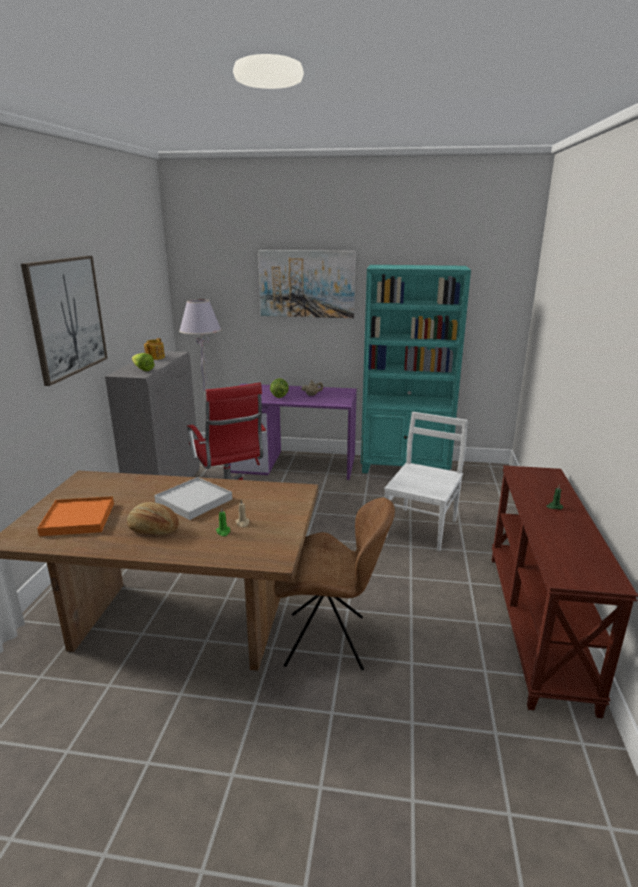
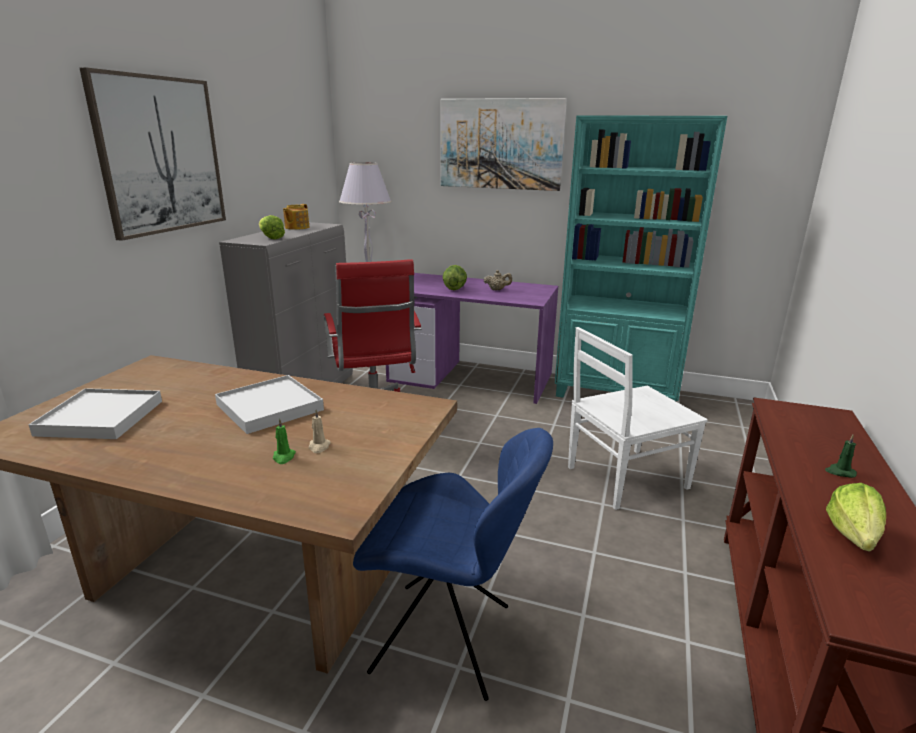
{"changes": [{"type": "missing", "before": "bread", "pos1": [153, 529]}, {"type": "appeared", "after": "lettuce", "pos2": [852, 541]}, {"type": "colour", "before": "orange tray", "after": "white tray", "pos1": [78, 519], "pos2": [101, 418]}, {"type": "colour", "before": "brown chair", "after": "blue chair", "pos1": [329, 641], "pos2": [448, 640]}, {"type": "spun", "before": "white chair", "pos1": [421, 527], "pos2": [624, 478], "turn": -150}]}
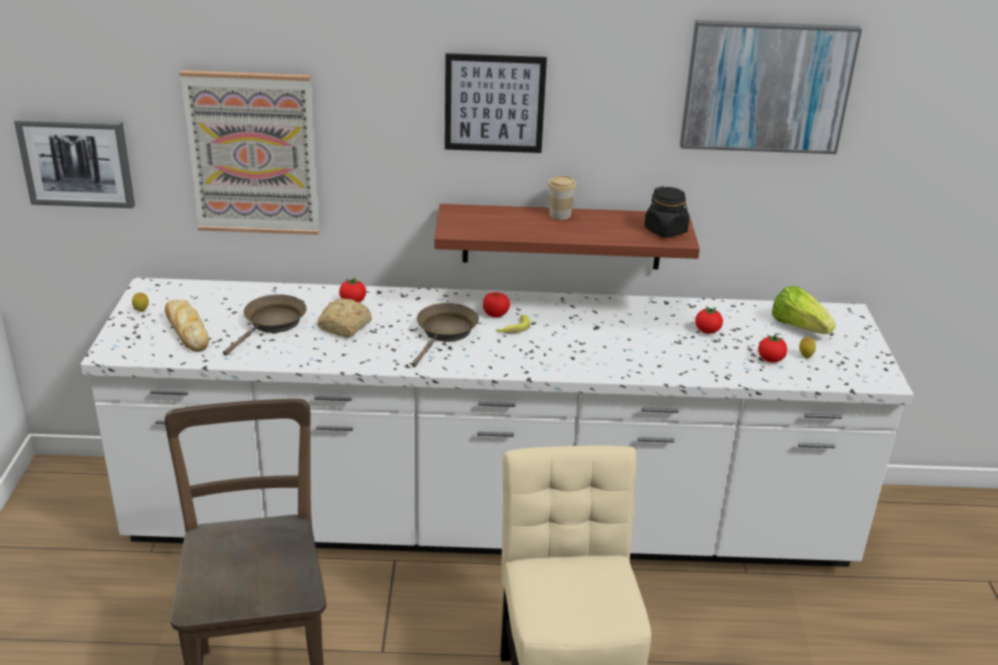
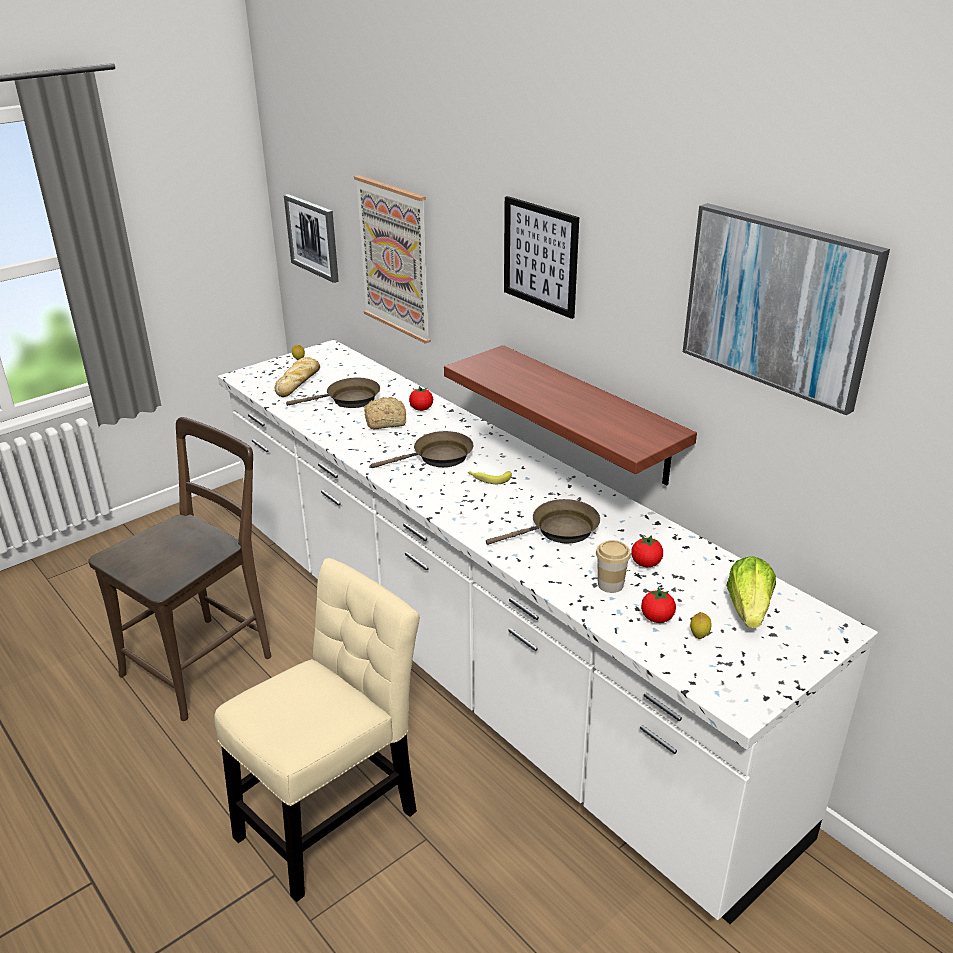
{"changes": [{"type": "missing", "before": "tomato", "pos1": [495, 314]}, {"type": "missing", "before": "black jar", "pos1": [665, 231]}, {"type": "appeared", "after": "brown frying pan", "pos2": [559, 531]}, {"type": "relocated", "before": "cup", "pos1": [560, 215], "pos2": [610, 585]}]}
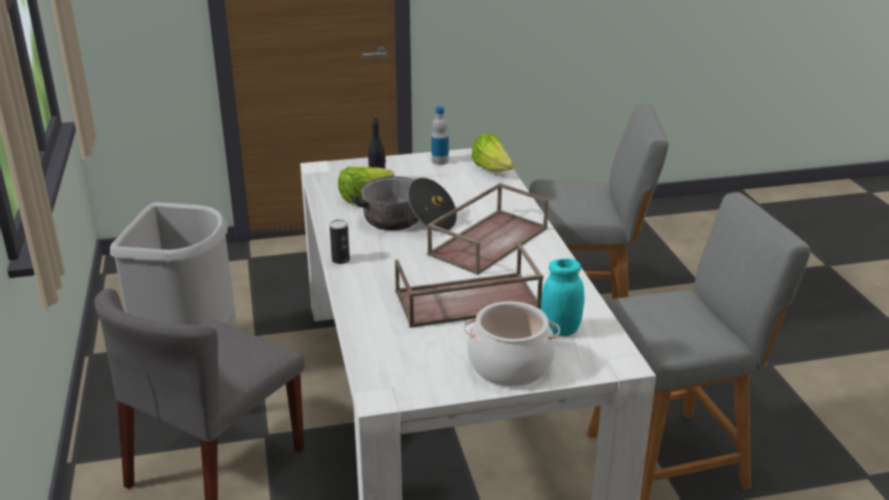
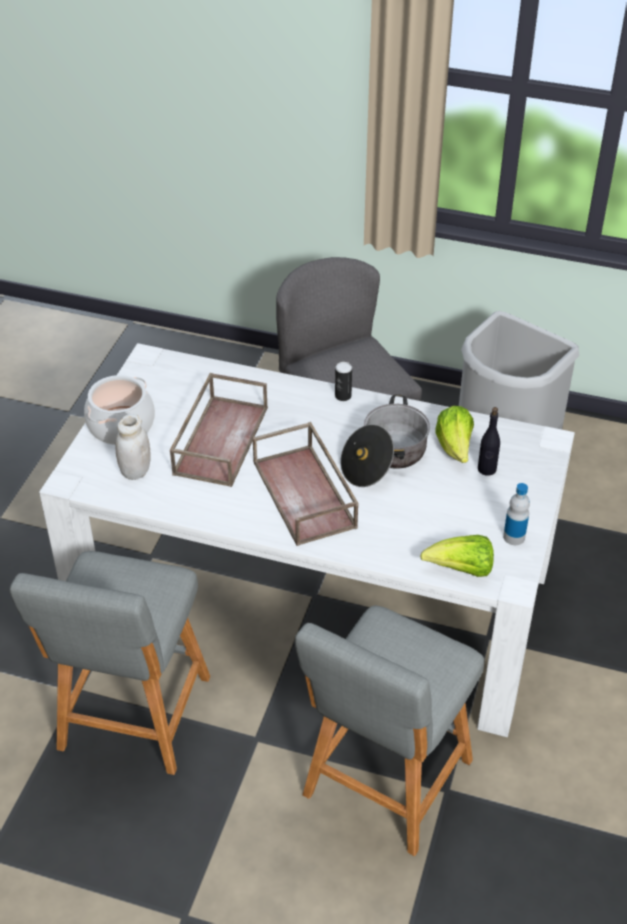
{"changes": [{"type": "colour", "before": "turquoise jar", "after": "white jar", "pos1": [560, 330], "pos2": [135, 471]}]}
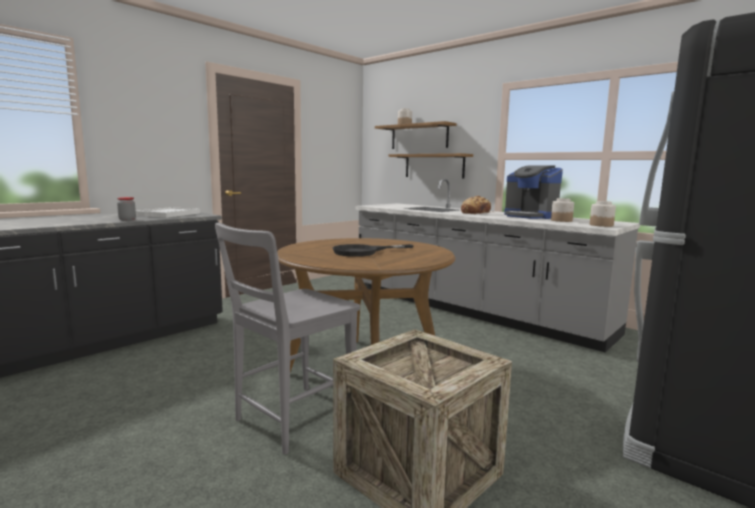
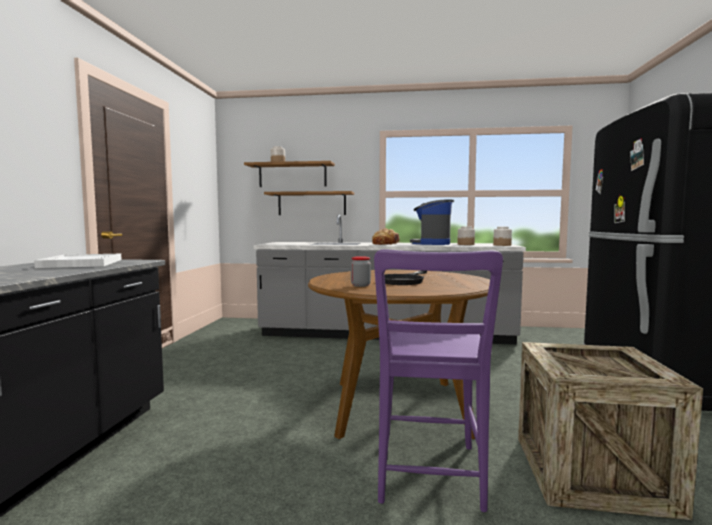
{"changes": [{"type": "relocated", "before": "jar", "pos1": [127, 220], "pos2": [360, 285]}, {"type": "colour", "before": "grey chair", "after": "purple chair", "pos1": [291, 420], "pos2": [428, 477]}, {"type": "spun", "before": "coffee machine", "pos1": [530, 216], "pos2": [431, 243], "turn": 90}]}
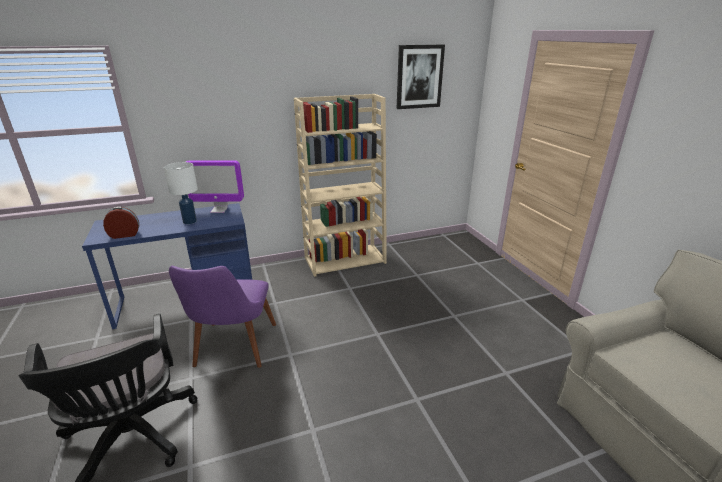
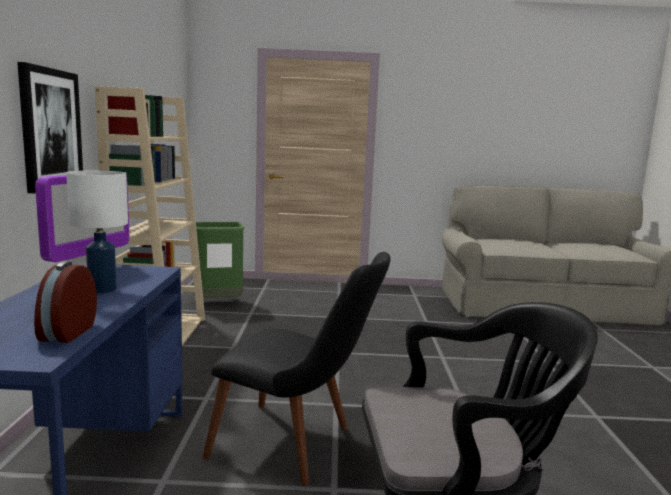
{"changes": [{"type": "appeared", "after": "green trash can", "pos2": [217, 304]}, {"type": "relocated", "before": "picture", "pos1": [419, 77], "pos2": [50, 129]}, {"type": "colour", "before": "purple chair", "after": "black chair", "pos1": [233, 352], "pos2": [297, 445]}]}
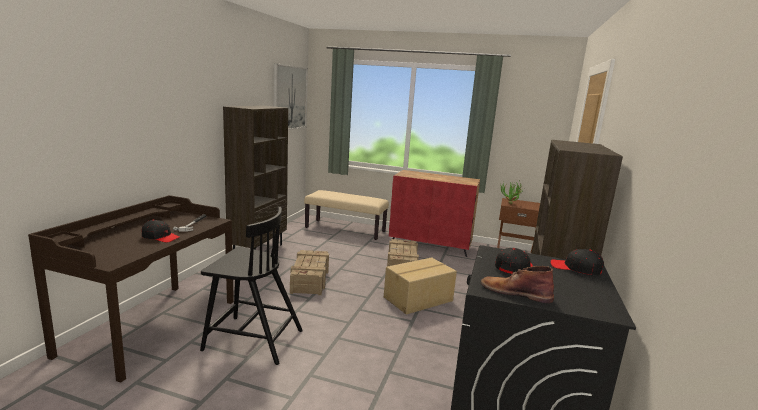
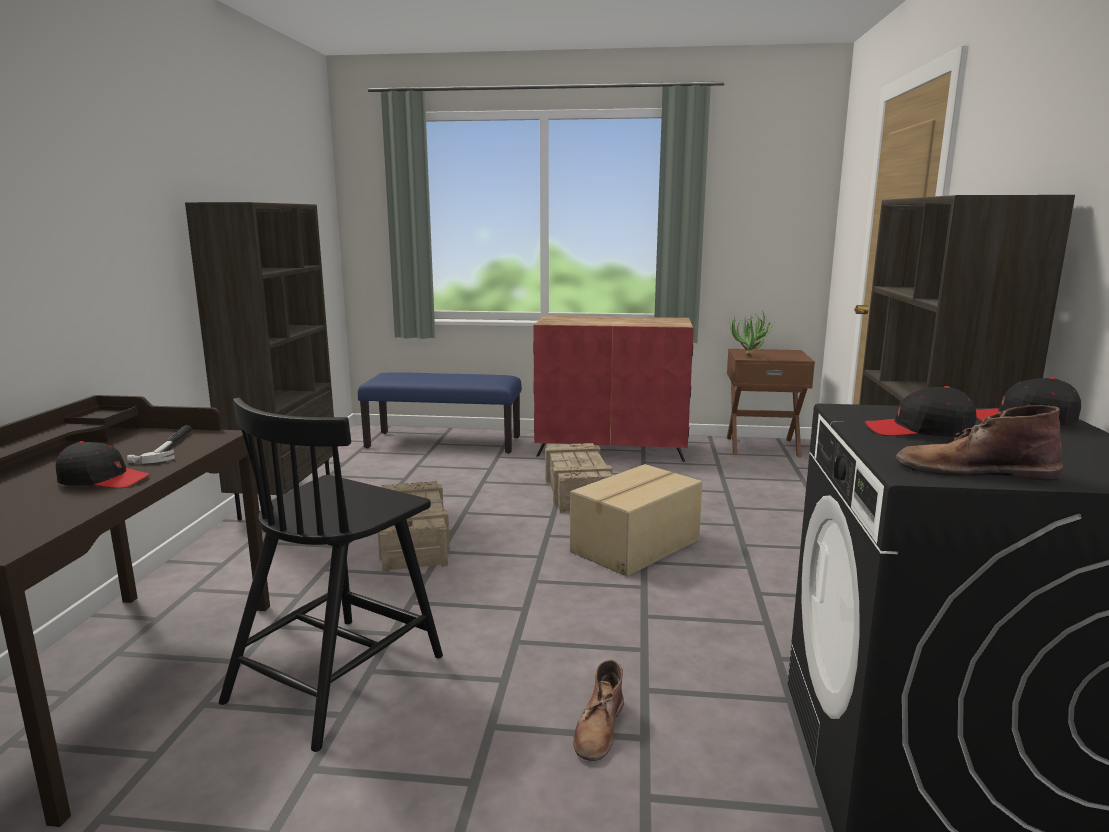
{"changes": [{"type": "missing", "before": "picture", "pos1": [290, 98]}, {"type": "appeared", "after": "brown boot", "pos2": [599, 728]}, {"type": "colour", "before": "beige bench", "after": "blue bench", "pos1": [345, 229], "pos2": [444, 442]}, {"type": "spun", "before": "black chair", "pos1": [252, 339], "pos2": [339, 676], "turn": 120}, {"type": "spun", "before": "black cap", "pos1": [514, 267], "pos2": [919, 431], "turn": -105}]}
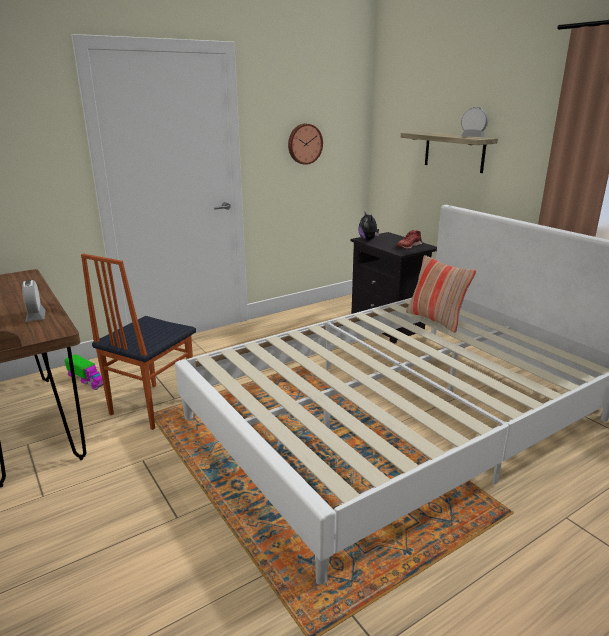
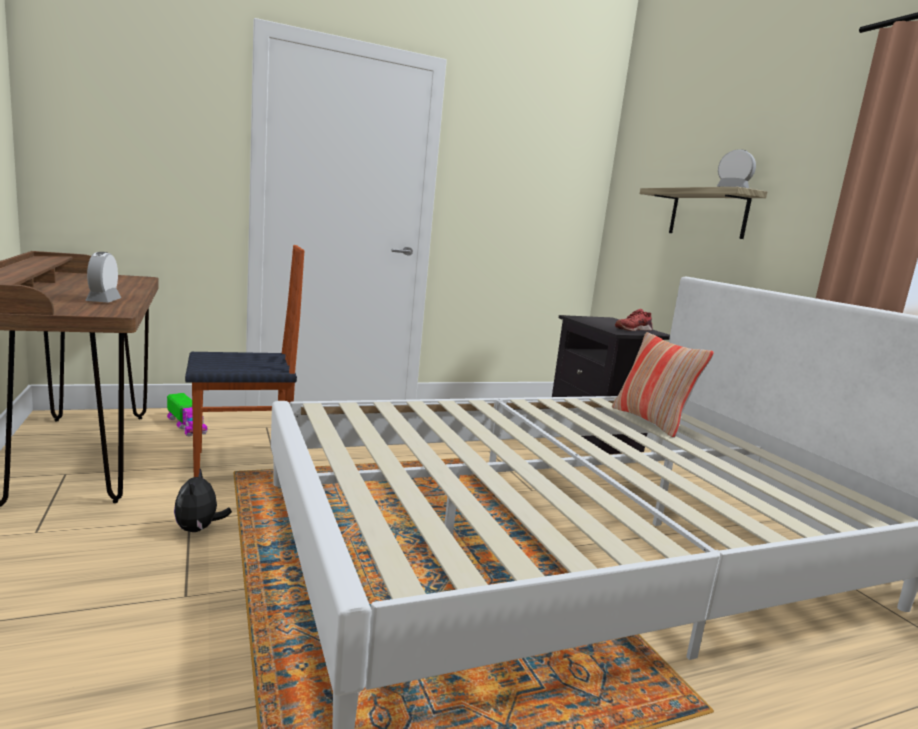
{"changes": [{"type": "missing", "before": "wall clock", "pos1": [304, 144]}, {"type": "relocated", "before": "plush toy", "pos1": [368, 240], "pos2": [199, 529]}, {"type": "spun", "before": "chair", "pos1": [151, 406], "pos2": [242, 464], "turn": -150}]}
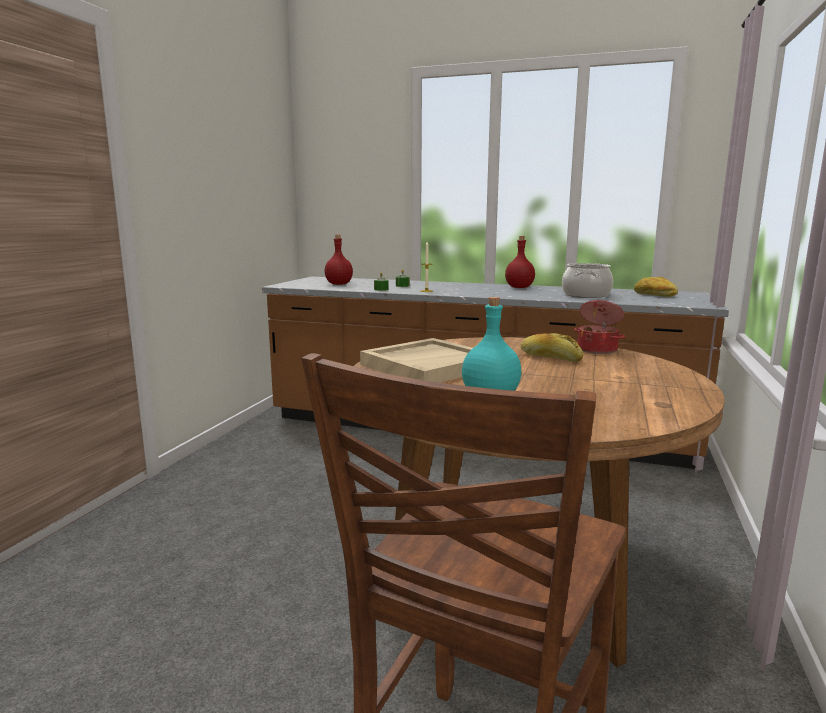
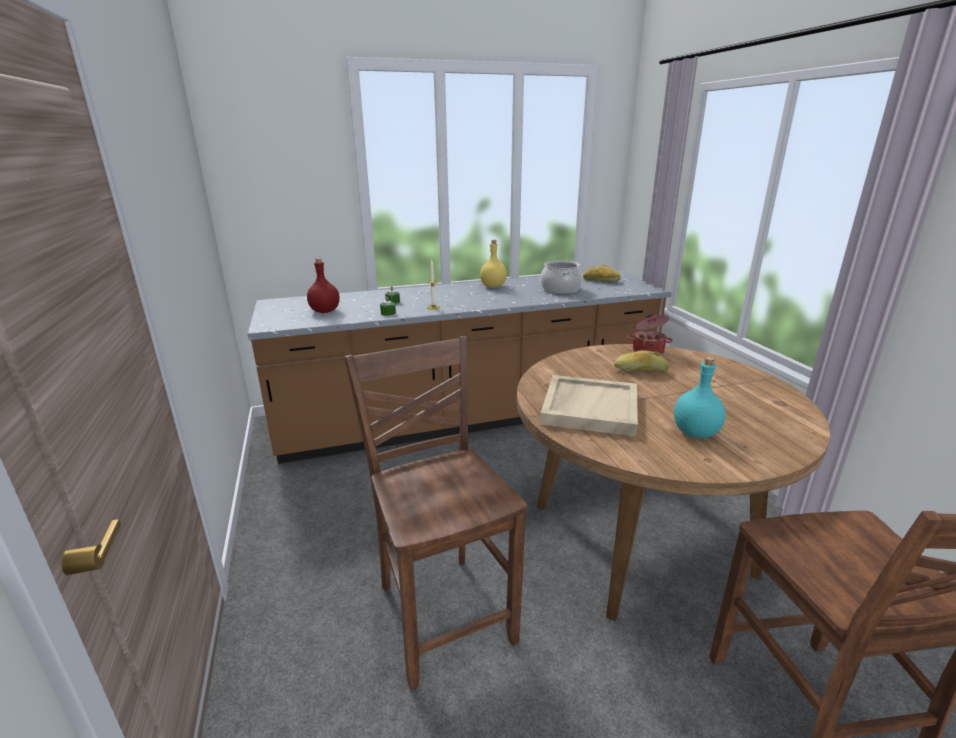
{"changes": [{"type": "appeared", "after": "brown chair", "pos2": [443, 612]}, {"type": "colour", "before": "red bottle", "after": "yellow bottle", "pos1": [519, 287], "pos2": [493, 286]}]}
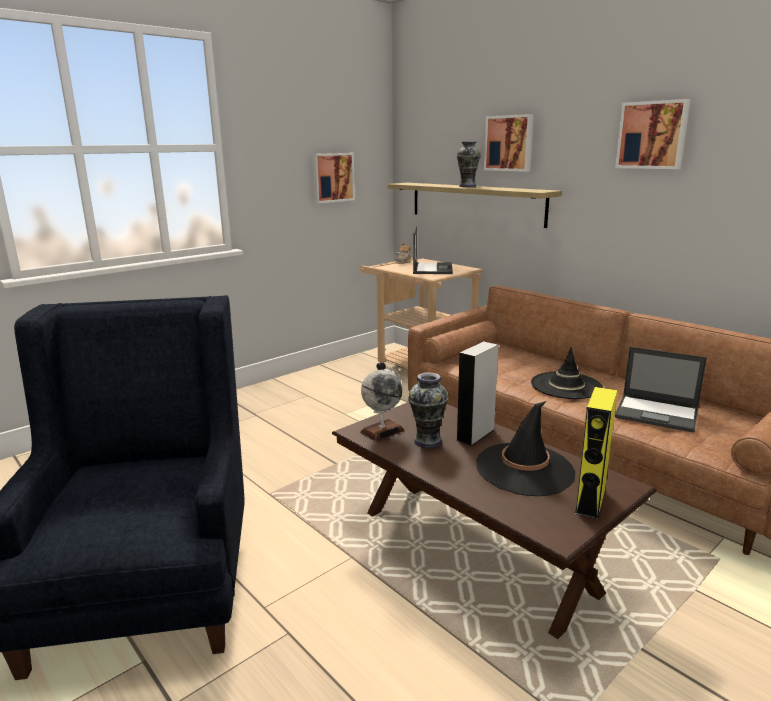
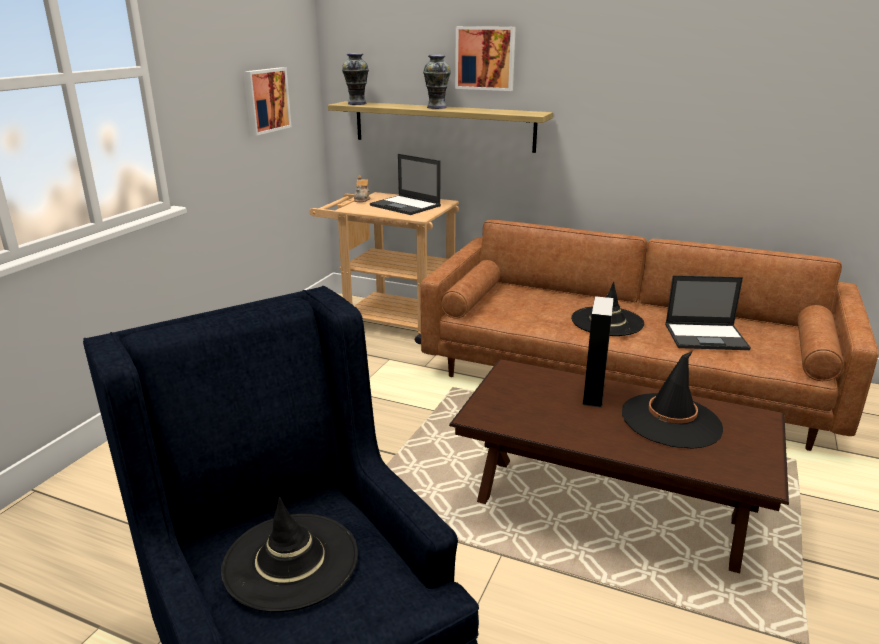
{"changes": [{"type": "missing", "before": "globe", "pos1": [382, 431]}, {"type": "missing", "before": "yellow speaker", "pos1": [590, 502]}, {"type": "missing", "before": "picture", "pos1": [652, 135]}, {"type": "appeared", "after": "black hat", "pos2": [291, 561]}, {"type": "relocated", "before": "vase", "pos1": [428, 441], "pos2": [357, 103]}, {"type": "spun", "before": "laptop", "pos1": [432, 269], "pos2": [406, 206], "turn": 150}]}
